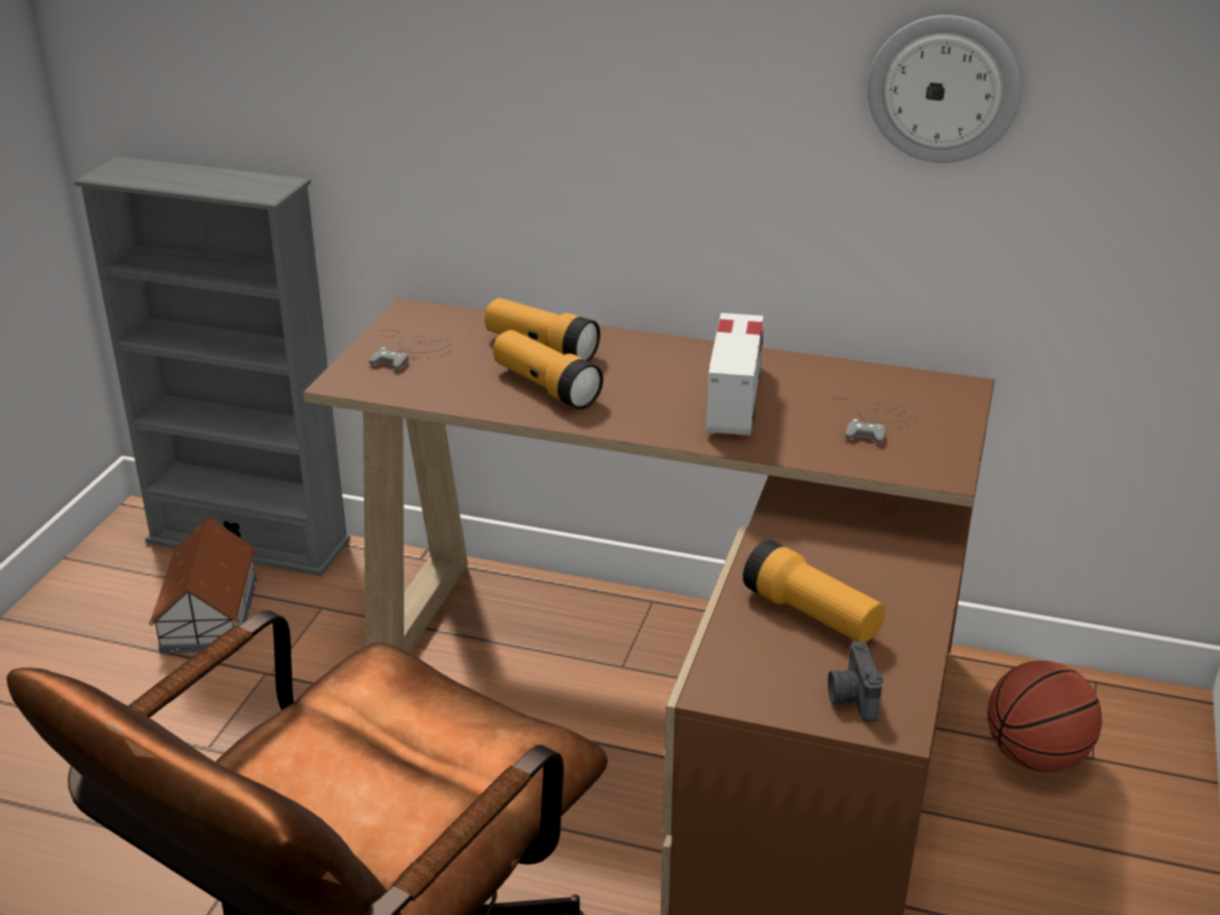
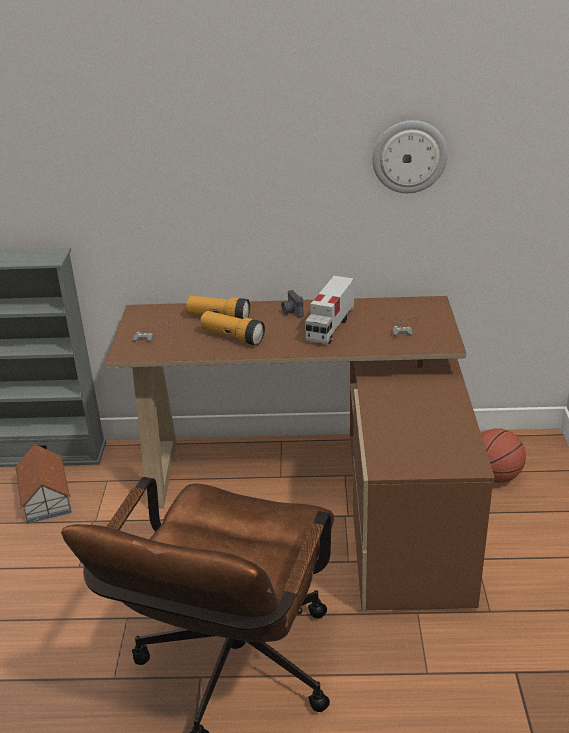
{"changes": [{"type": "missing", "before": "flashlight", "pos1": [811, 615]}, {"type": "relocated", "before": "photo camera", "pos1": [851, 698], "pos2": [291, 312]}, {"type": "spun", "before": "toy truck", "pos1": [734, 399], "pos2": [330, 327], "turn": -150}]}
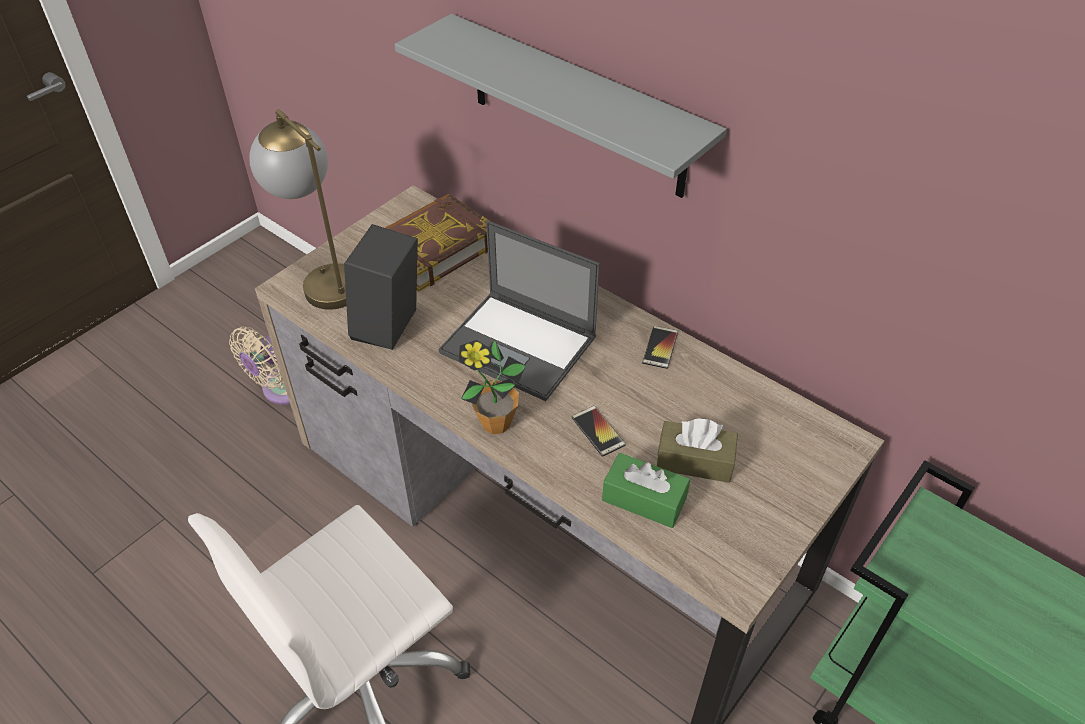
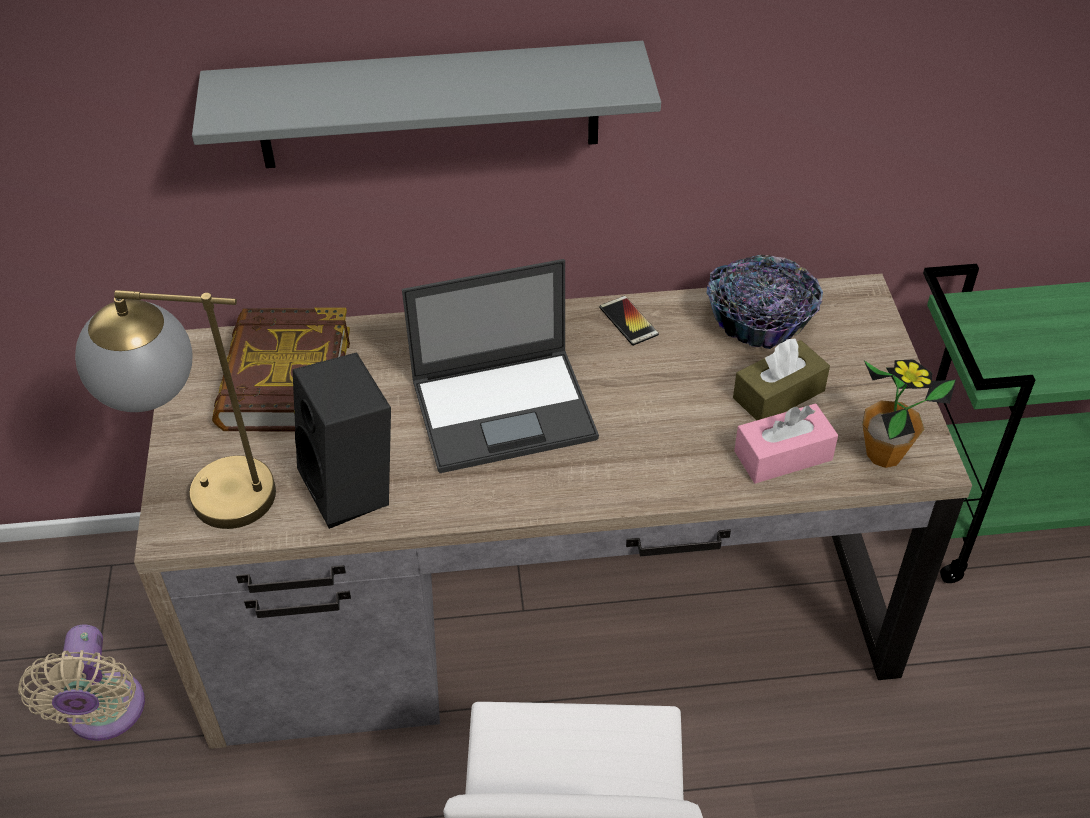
{"changes": [{"type": "missing", "before": "phone", "pos1": [598, 431]}, {"type": "appeared", "after": "bowl", "pos2": [761, 320]}, {"type": "relocated", "before": "potted plant", "pos1": [496, 423], "pos2": [884, 454]}, {"type": "colour", "before": "green tissue box", "after": "pink tissue box", "pos1": [644, 499], "pos2": [783, 455]}]}
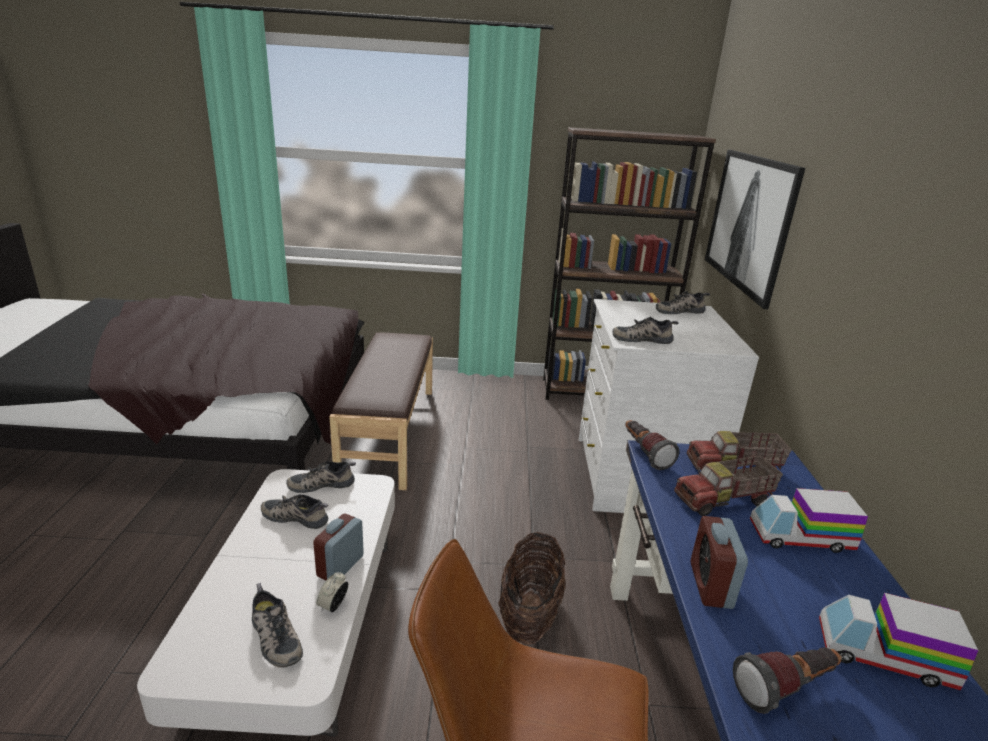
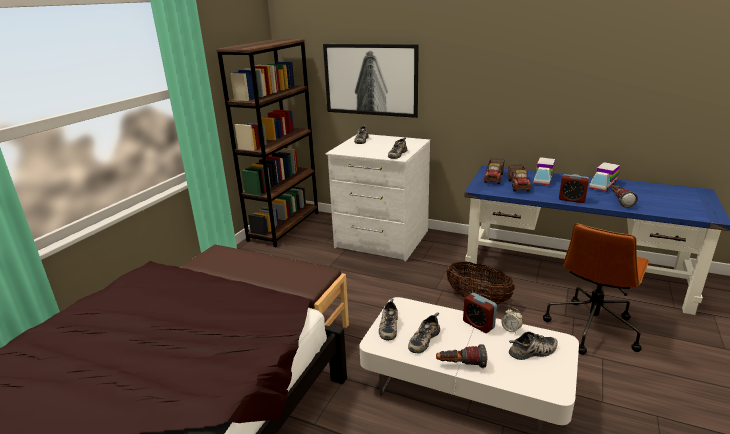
{"changes": [{"type": "relocated", "before": "flashlight", "pos1": [644, 453], "pos2": [460, 365]}]}
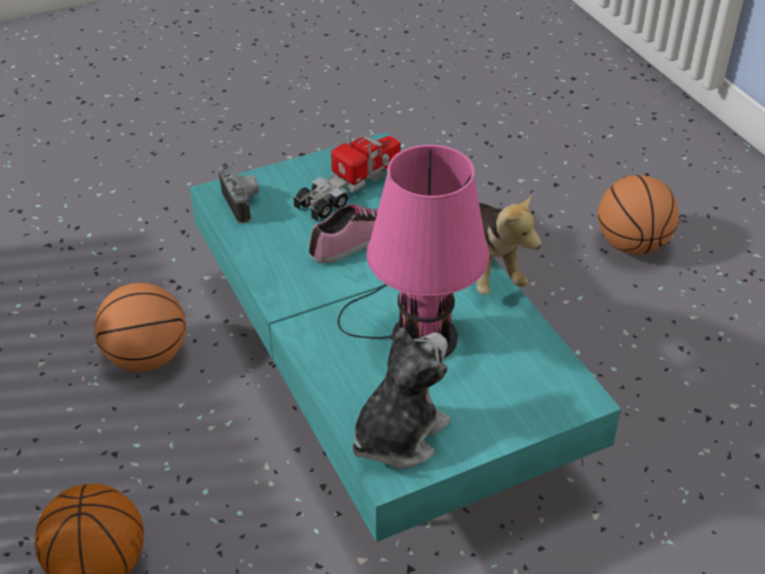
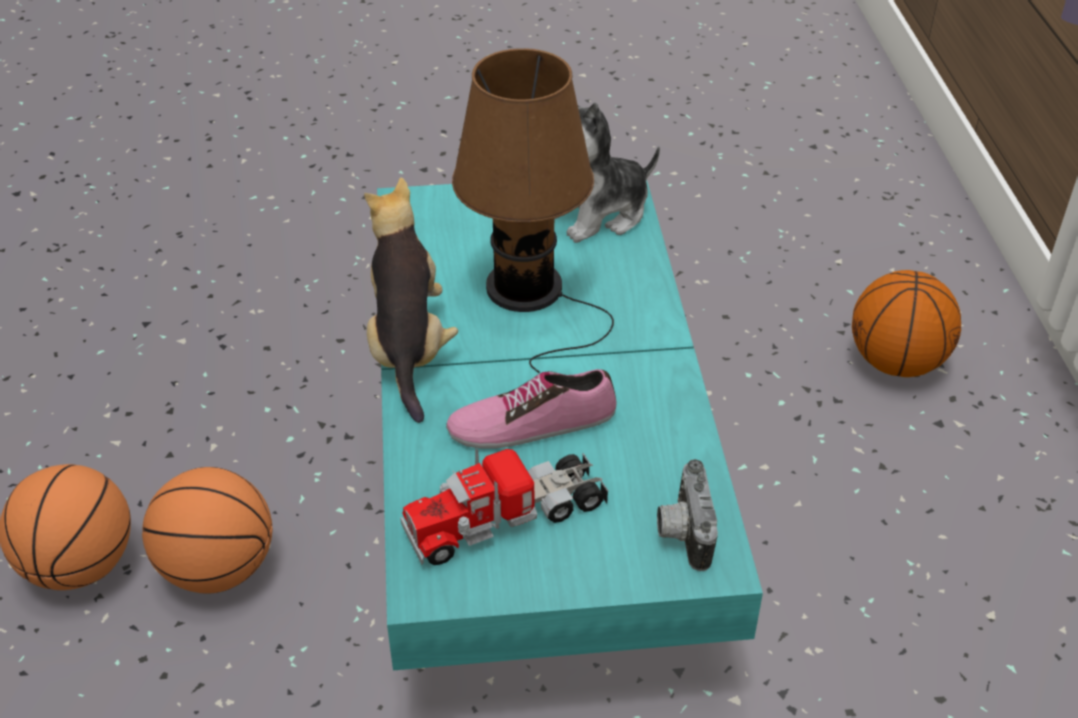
{"changes": [{"type": "relocated", "before": "basketball", "pos1": [146, 357], "pos2": [218, 569]}, {"type": "colour", "before": "pink table lamp", "after": "brown table lamp", "pos1": [417, 335], "pos2": [530, 293]}]}
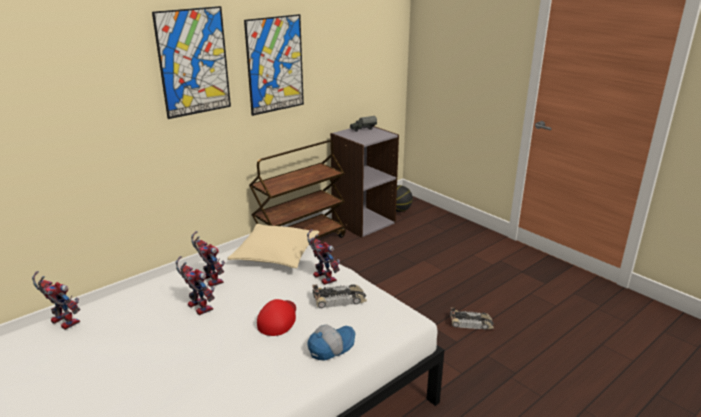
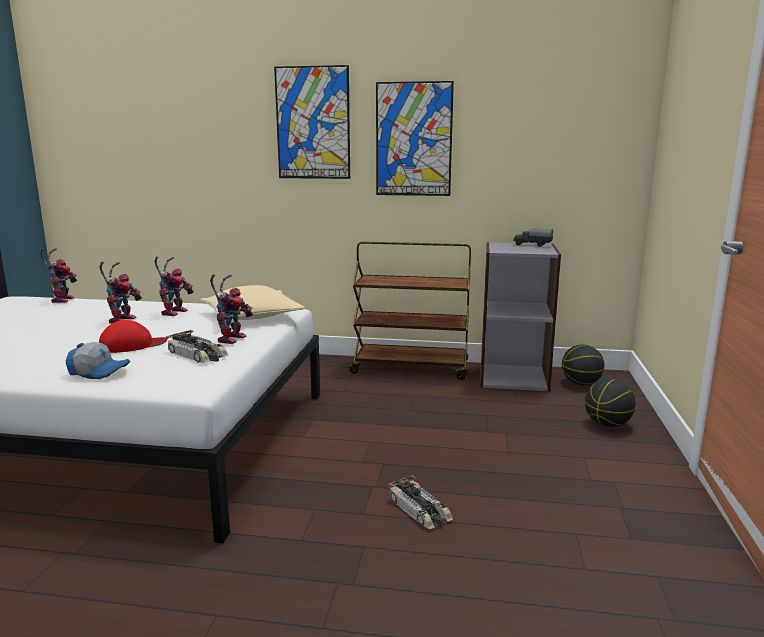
{"changes": [{"type": "appeared", "after": "basketball", "pos2": [607, 424]}]}
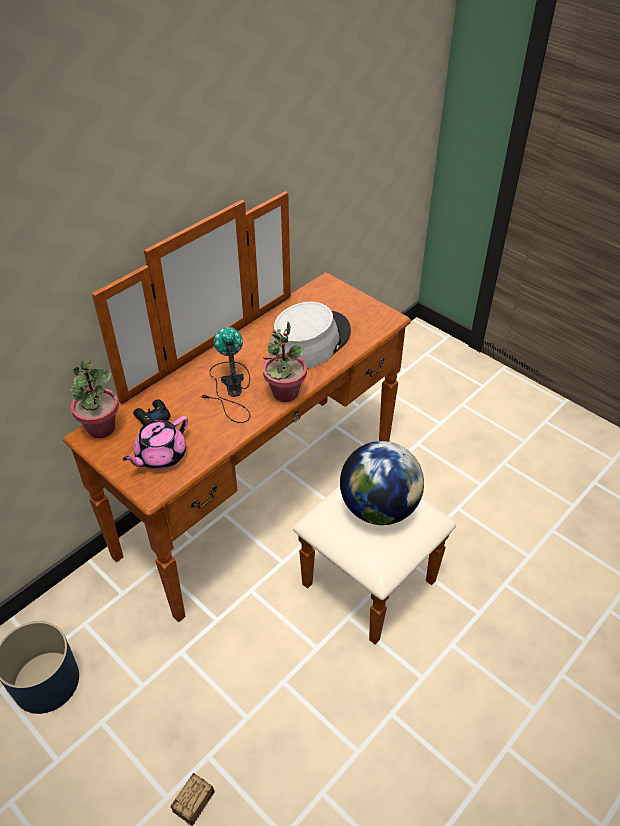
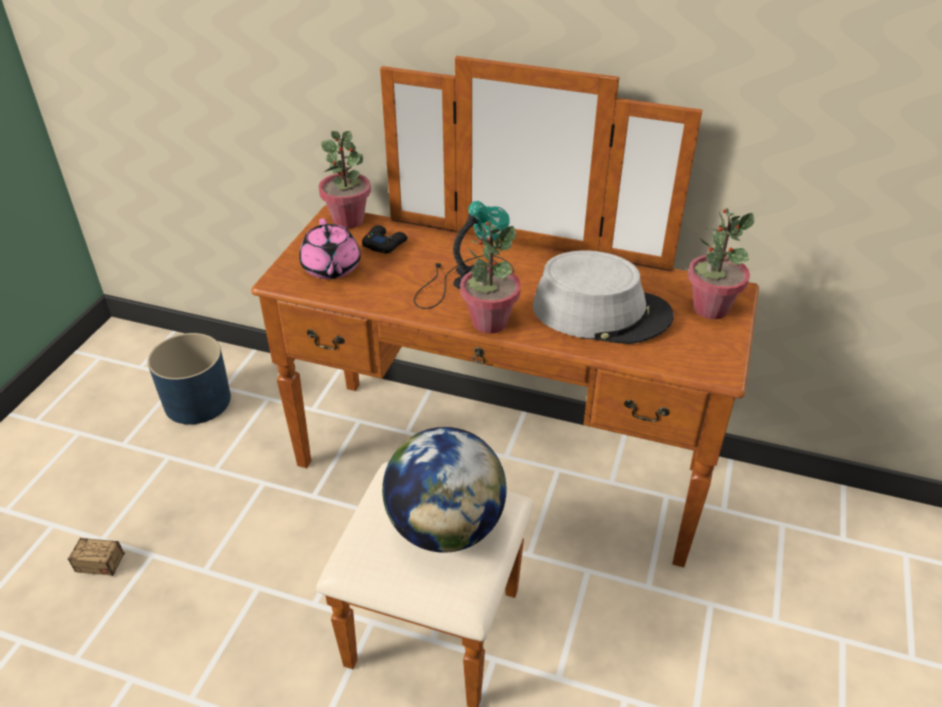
{"changes": [{"type": "appeared", "after": "potted plant", "pos2": [710, 308]}, {"type": "spun", "before": "pink teapot", "pos1": [160, 456], "pos2": [331, 268], "turn": -120}]}
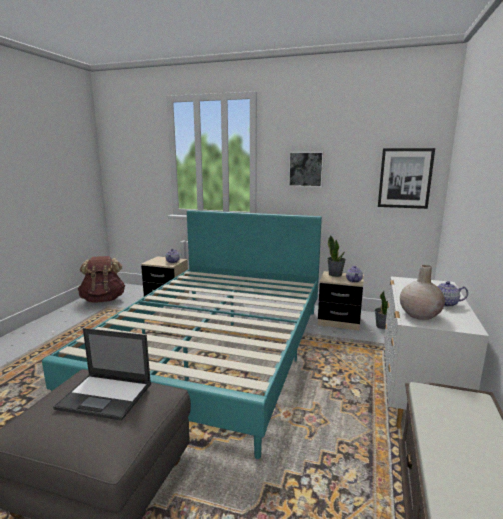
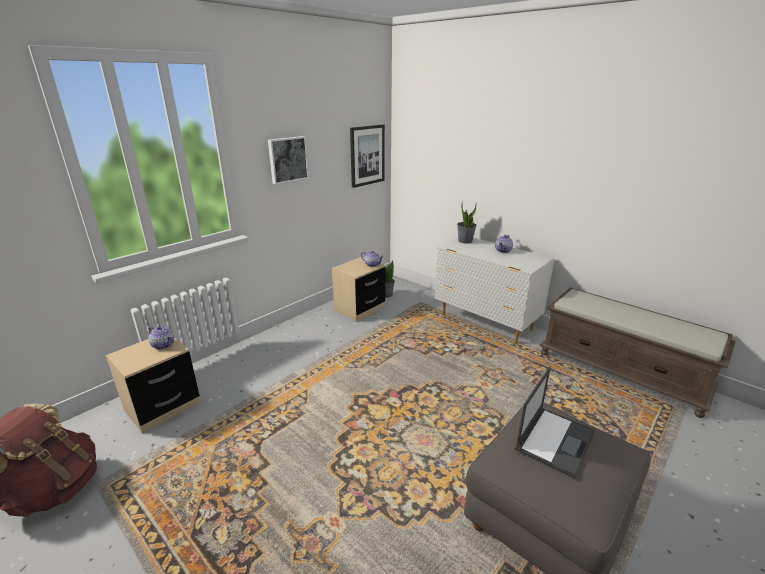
{"changes": [{"type": "missing", "before": "turquoise bed", "pos1": [216, 349]}, {"type": "missing", "before": "beige vase", "pos1": [419, 314]}, {"type": "relocated", "before": "potted plant", "pos1": [335, 274], "pos2": [465, 241]}]}
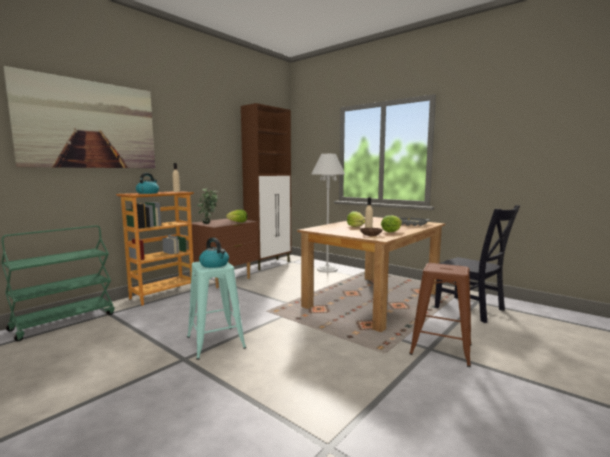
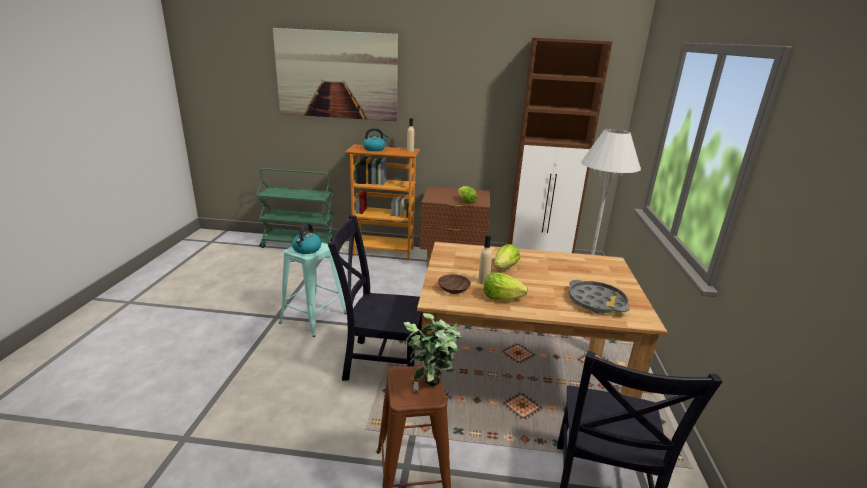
{"changes": [{"type": "appeared", "after": "black chair", "pos2": [380, 362]}, {"type": "relocated", "before": "potted plant", "pos1": [209, 224], "pos2": [431, 389]}]}
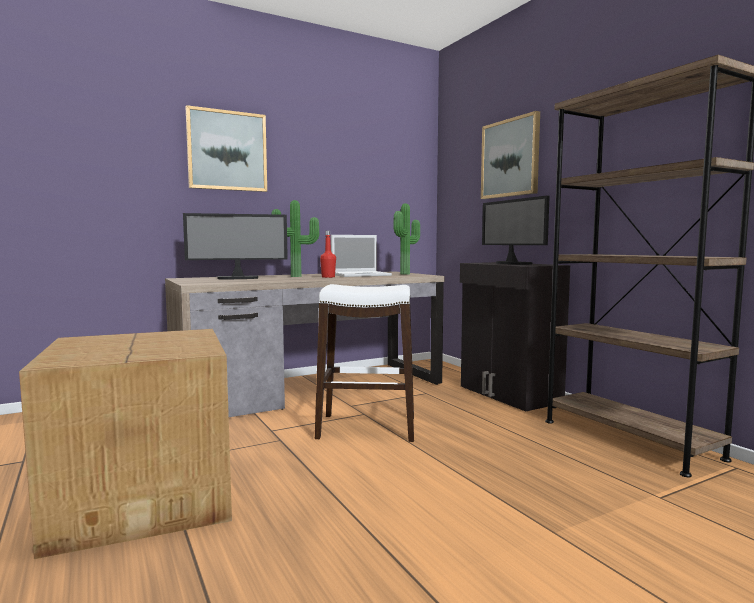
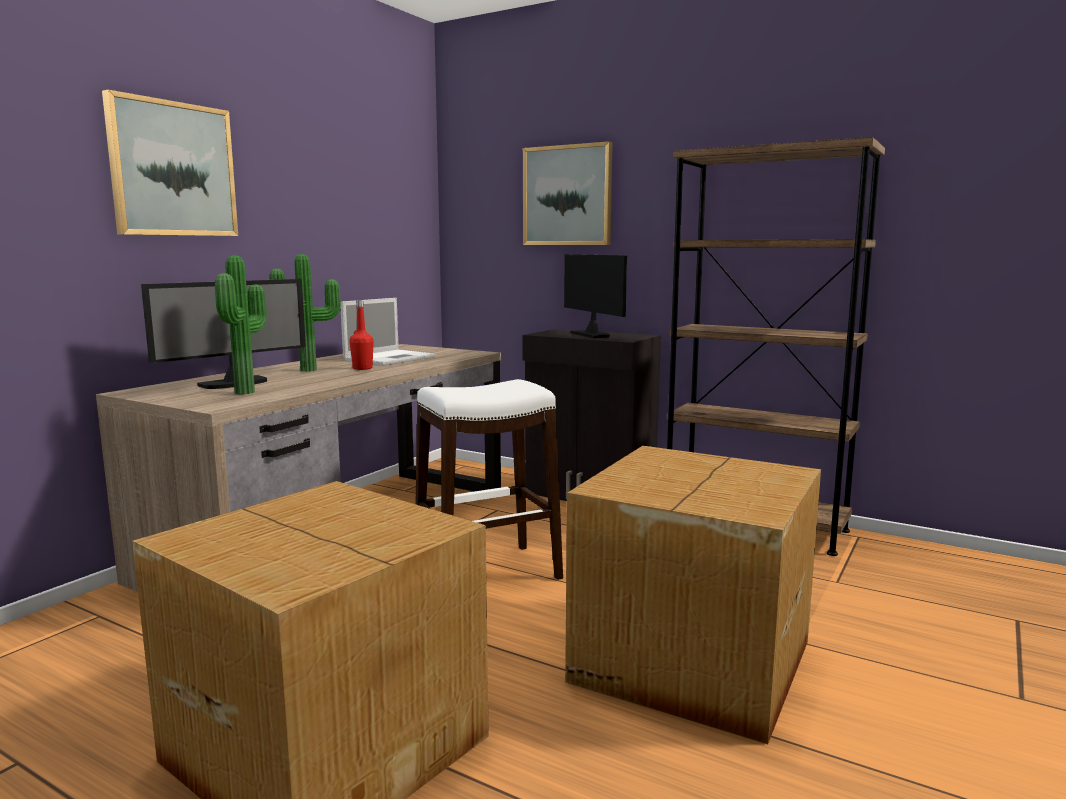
{"changes": [{"type": "appeared", "after": "cardboard box", "pos2": [688, 662]}, {"type": "relocated", "before": "potted plant", "pos1": [406, 274], "pos2": [248, 392]}, {"type": "spun", "before": "monitor", "pos1": [511, 263], "pos2": [592, 335], "turn": -150}]}
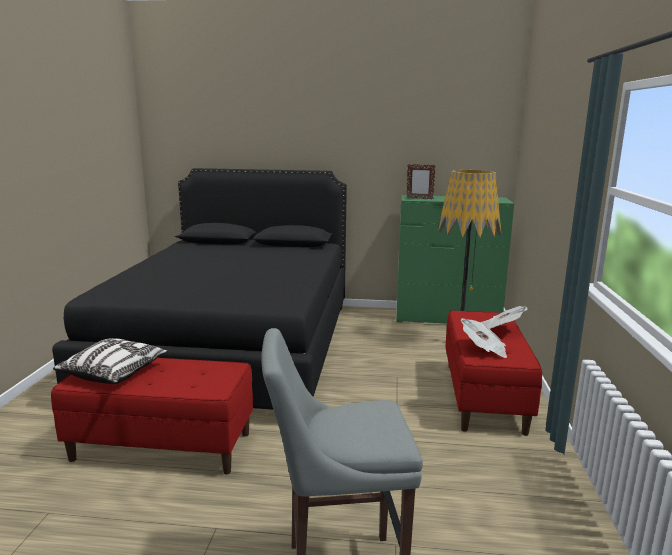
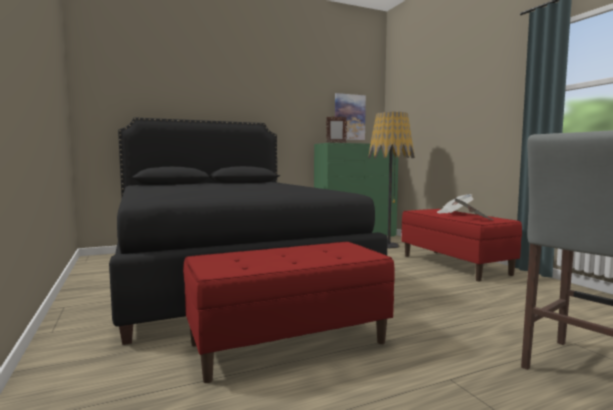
{"changes": [{"type": "missing", "before": "pillow", "pos1": [114, 372]}, {"type": "appeared", "after": "picture", "pos2": [349, 117]}]}
